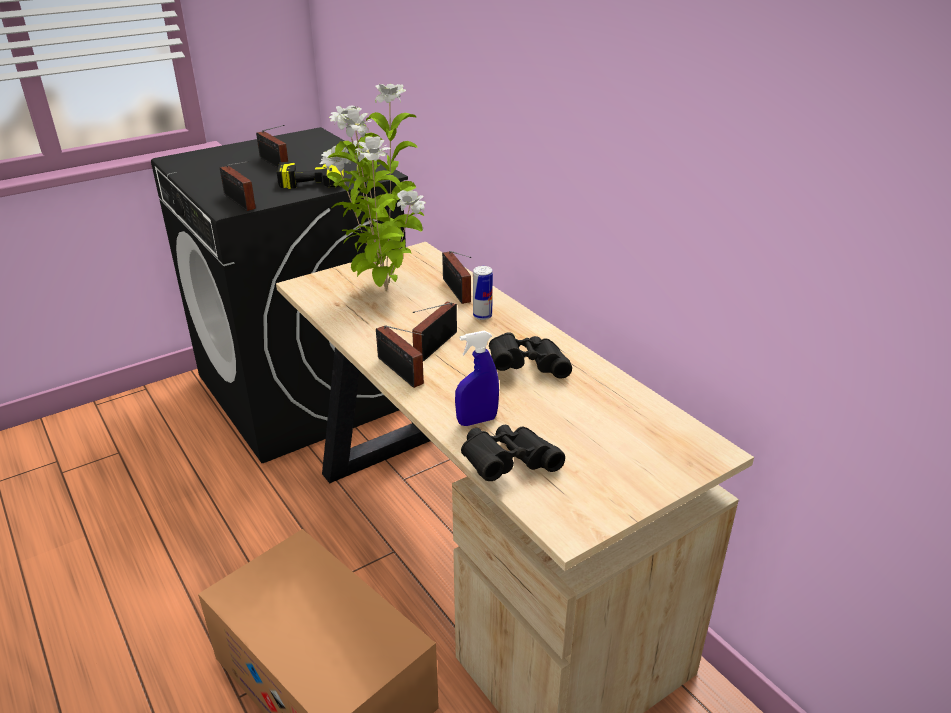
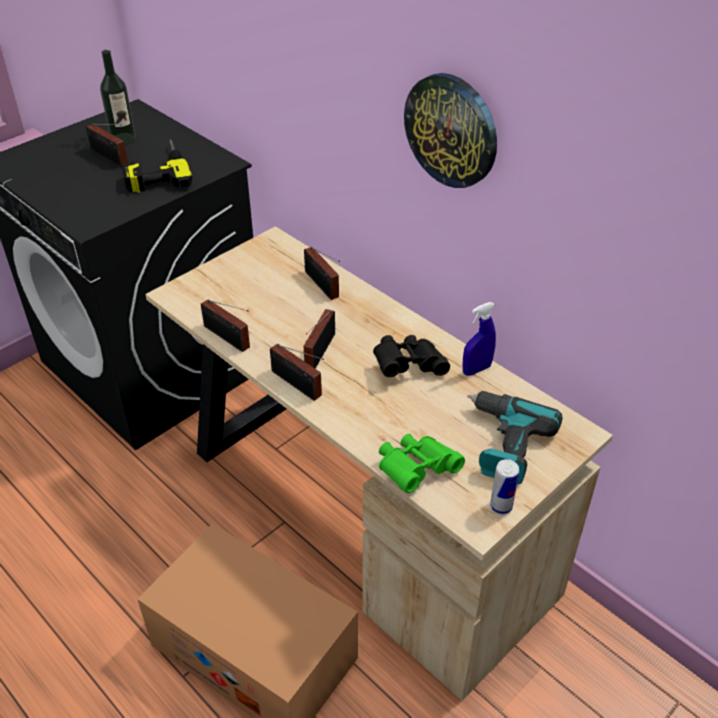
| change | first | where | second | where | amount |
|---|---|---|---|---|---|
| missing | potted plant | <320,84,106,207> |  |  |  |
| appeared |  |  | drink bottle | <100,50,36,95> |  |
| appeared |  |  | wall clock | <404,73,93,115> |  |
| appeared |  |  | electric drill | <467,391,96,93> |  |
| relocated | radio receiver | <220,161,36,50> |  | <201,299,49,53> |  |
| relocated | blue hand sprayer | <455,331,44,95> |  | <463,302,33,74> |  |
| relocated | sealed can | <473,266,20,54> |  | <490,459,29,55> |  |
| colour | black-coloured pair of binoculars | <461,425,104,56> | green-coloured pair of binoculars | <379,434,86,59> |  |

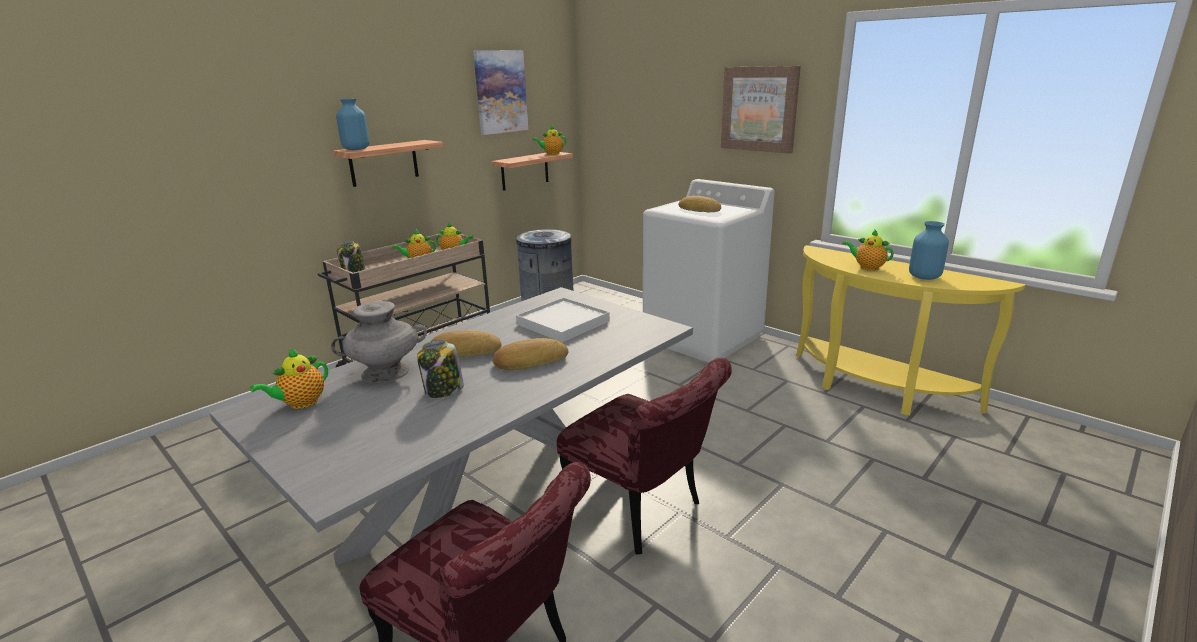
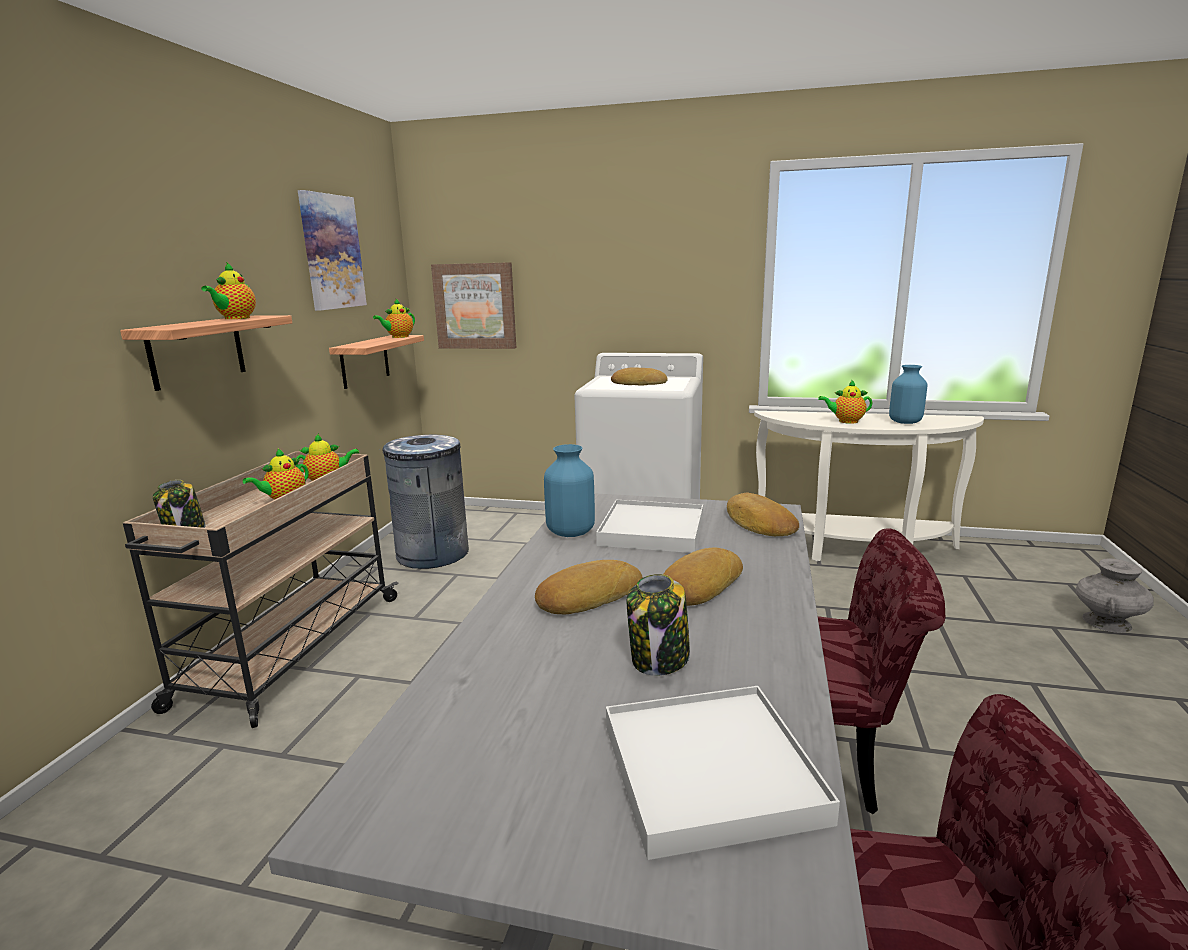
| change | first | where | second | where | amount |
|---|---|---|---|---|---|
| appeared |  |  | white serving tray | <606,686,234,174> |  |
| appeared |  |  | bakery bread | <727,493,72,43> |  |
| relocated | teapot | <250,348,78,61> |  | <201,262,55,57> |  |
| relocated | gray decorative vase | <331,301,96,82> |  | <1076,558,77,75> |  |
| relocated | blue decorative vase | <336,98,34,52> |  | <544,444,51,93> |  |
| relocated | wall art | <721,66,80,88> |  | <431,262,85,87> |  |
| colour | yellow console table | <796,245,230,171> | white console table | <754,411,230,150> |  |

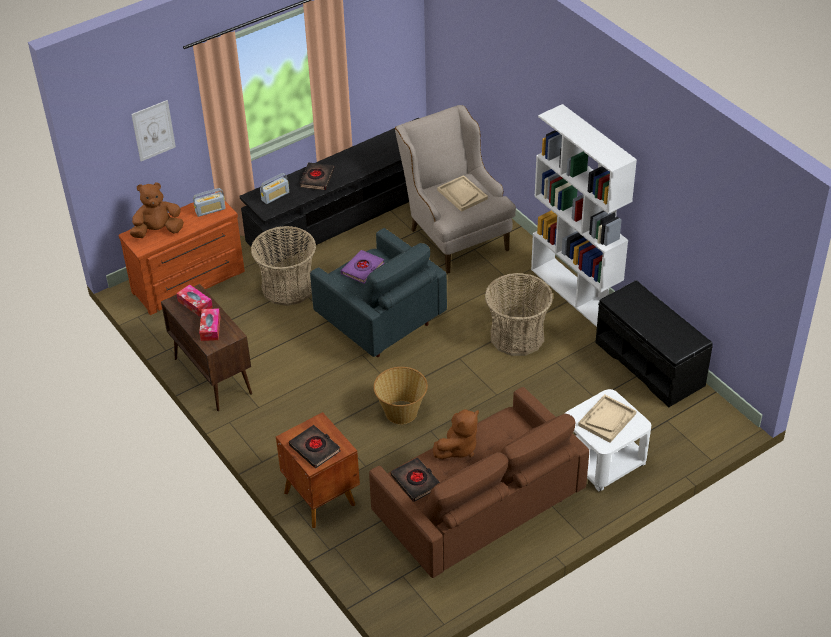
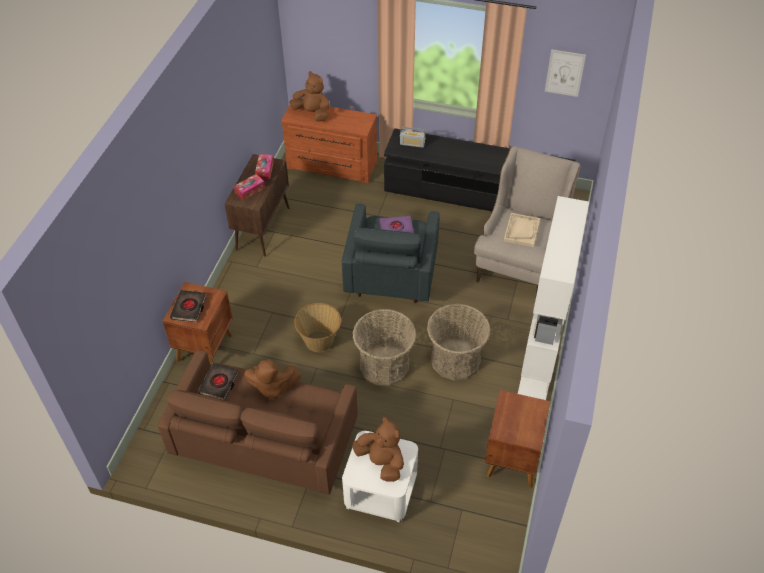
| change | first | where | second | where | amount |
|---|---|---|---|---|---|
| missing | radio receiver | <193,188,33,29> |  |  |  |
| missing | black-coloured book | <300,162,34,28> |  |  |  |
| relocated | wall art | <131,100,45,61> |  | <545,49,41,48> |  |
| relocated | storage basket | <251,226,65,80> |  | <353,309,63,77> |  |
| exchanged | sand-coloured serving tray | <578,395,58,48> | brownish soft toy | <353,417,51,65> |  |
| exchanged | black-coloured bench | <595,280,118,127> | brownish nightstand | <485,390,66,98> |  |

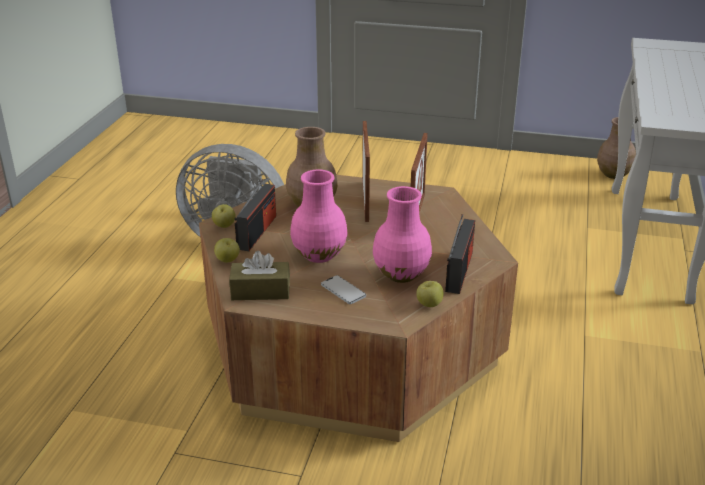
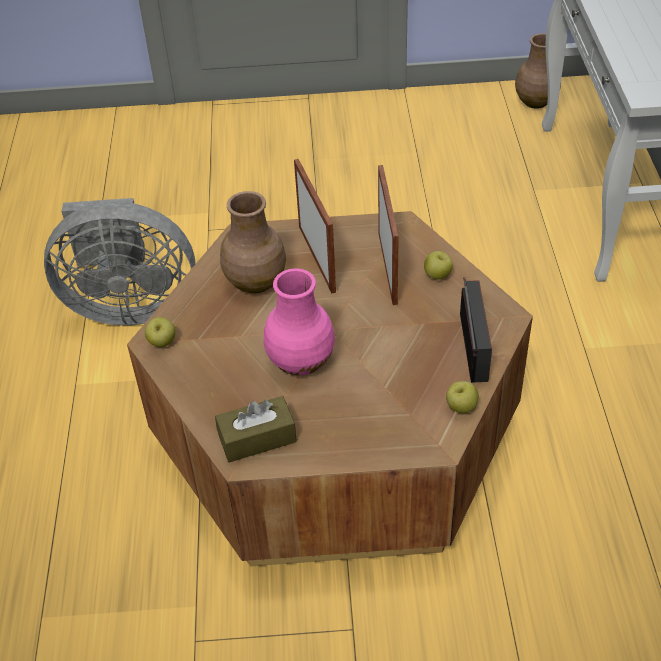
| change | first | where | second | where | amount |
|---|---|---|---|---|---|
| missing | radio receiver | <235,179,41,72> |  |  |  |
| missing | phone | <321,275,45,29> |  |  |  |
| missing | pink-coloured decorative vase | <373,186,59,97> |  |  |  |
| relocated | whole apple | <214,238,26,25> |  | <424,251,29,29> |  |

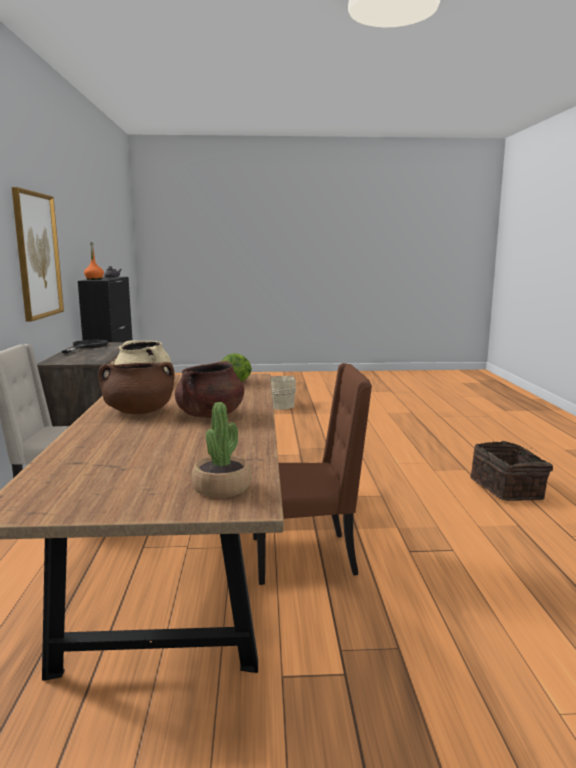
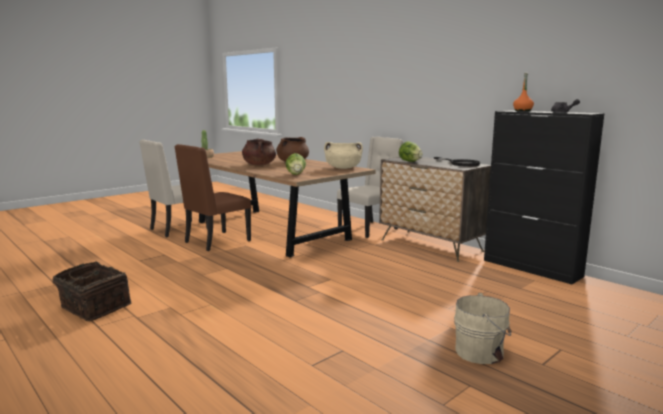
| change | first | where | second | where | amount |
|---|---|---|---|---|---|
| missing | wall art | <12,187,52,135> |  |  |  |
| appeared |  |  | sand-coloured chair | <139,139,69,98> |  |
| appeared |  |  | lettuce head | <399,141,24,21> |  |

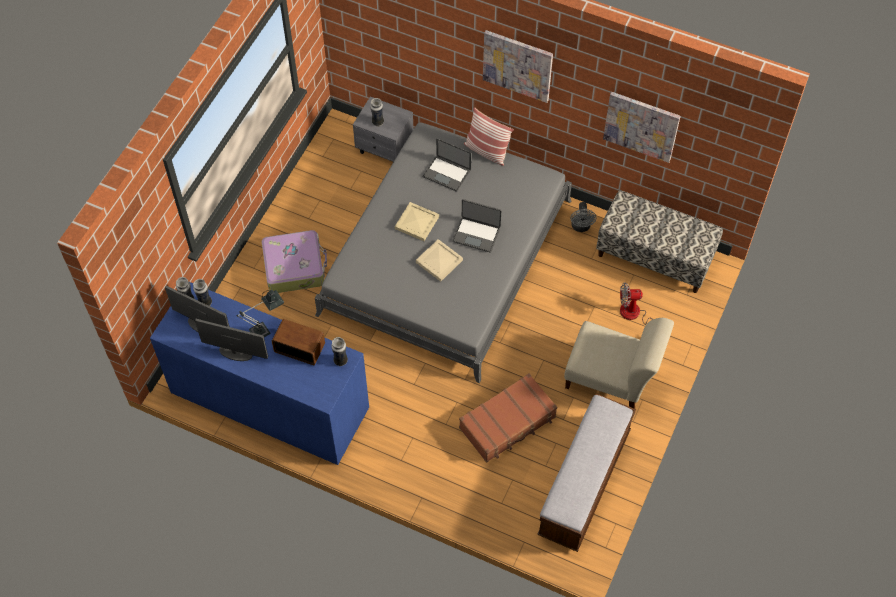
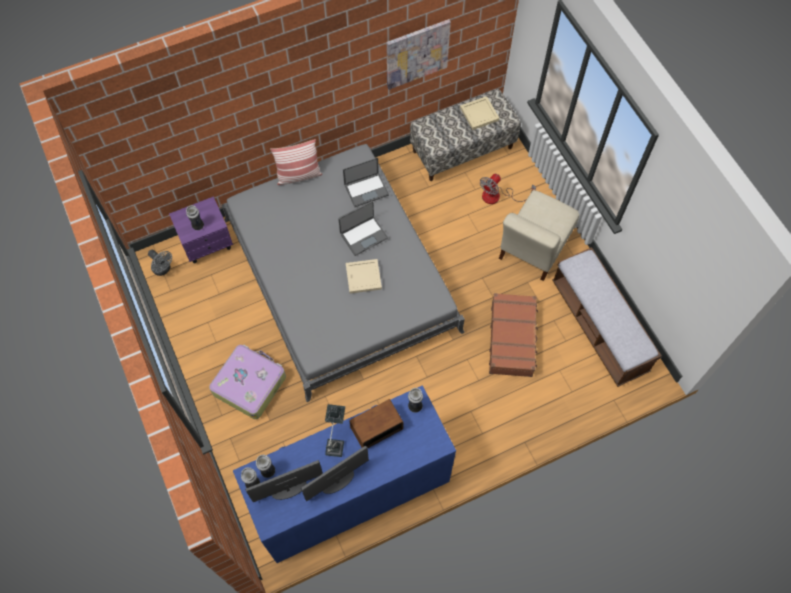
| change | first | where | second | where | amount |
|---|---|---|---|---|---|
| missing | wall art | <483,30,70,73> |  |  |  |
| relocated | sand-coloured serving tray | <395,202,44,39> |  | <460,96,40,34> |  |
| relocated | portable computer | <423,138,48,54> |  | <343,158,46,49> |  |
| relocated | gray cooling fan | <570,202,26,30> |  | <148,249,24,27> |  |
| colour | gray nightstand | <353,96,60,66> | purple-coloured nightstand | <169,196,64,67> |  |
| spun | sand-coloured chair | <564,318,110,91> |  | <499,190,80,91> | 150 degrees clockwise |

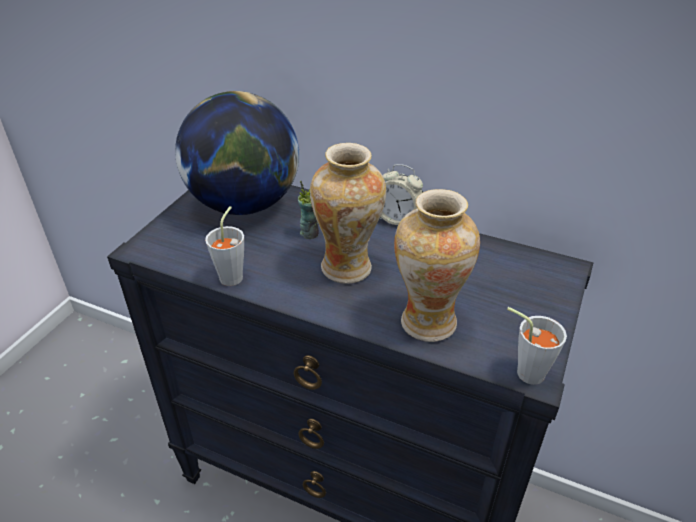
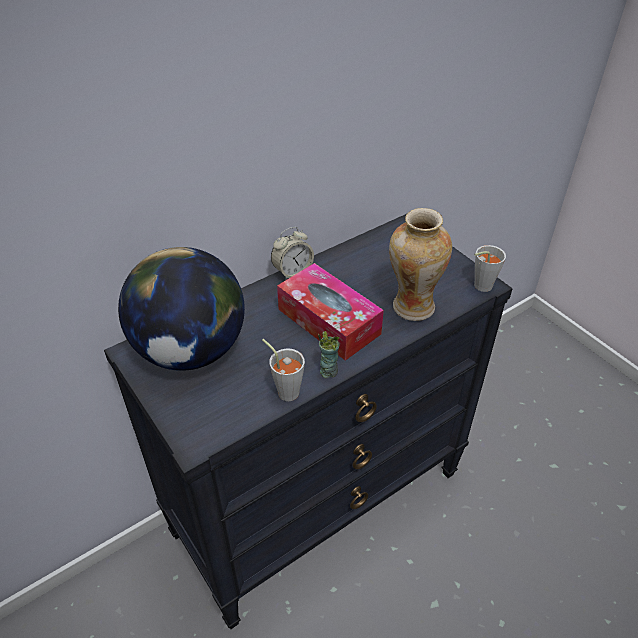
| change | first | where | second | where | amount |
|---|---|---|---|---|---|
| relocated | drinking cup | <298,181,21,58> |  | <318,331,21,47> |  |
| exchanged | decorative vase | <310,143,76,140> | tissue box | <277,263,107,98> |  |

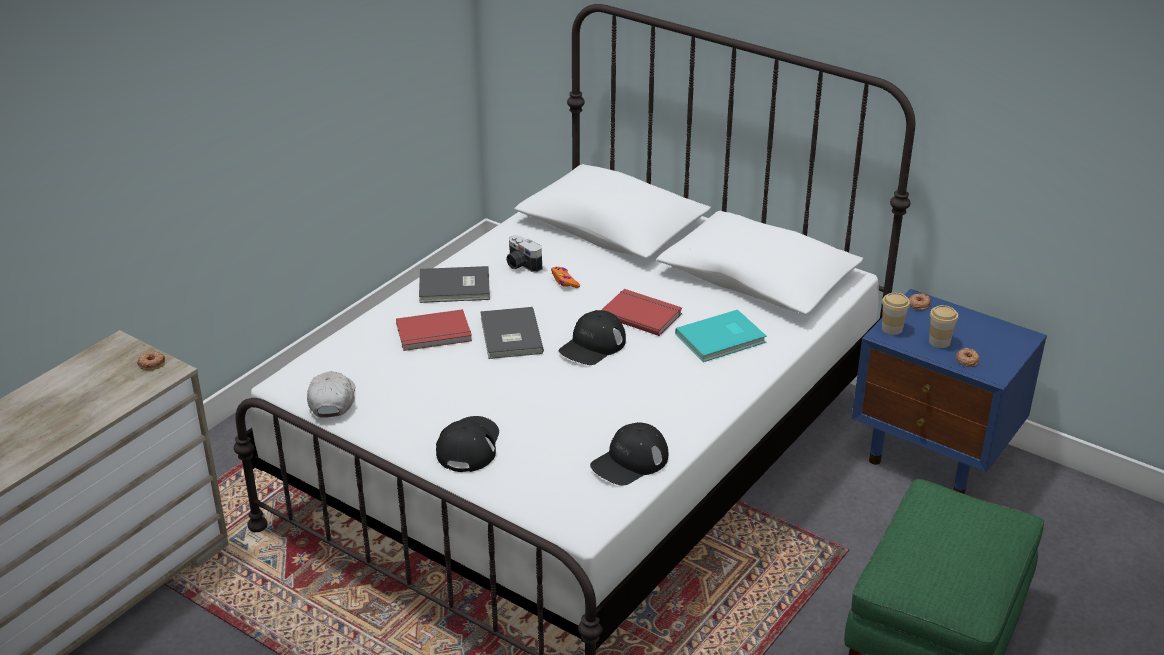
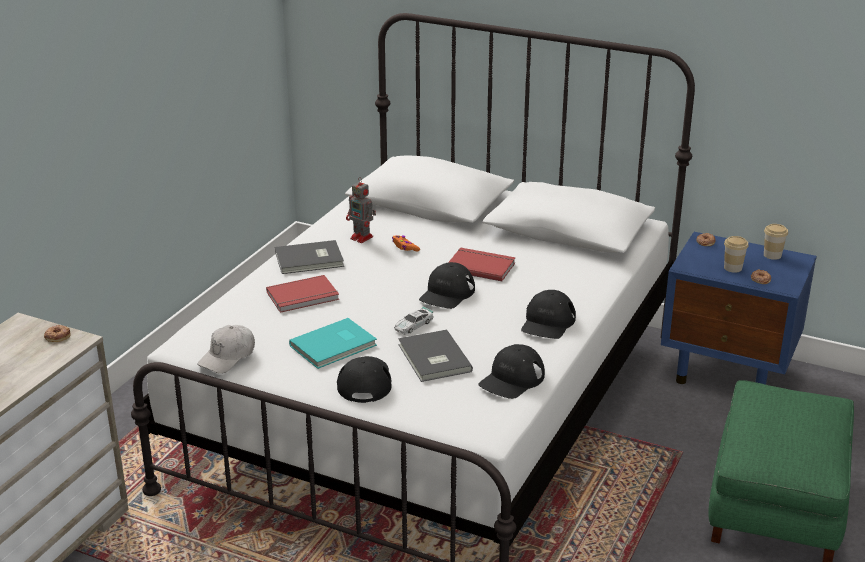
| change | first | where | second | where | amount |
|---|---|---|---|---|---|
| appeared |  |  | toy car | <394,306,40,29> |  |
| appeared |  |  | black-coloured baseball cap | <521,290,55,49> |  |
| relocated | gray book | <480,307,64,52> |  | <398,330,75,52> |  |
| relocated | turquoise book | <675,310,92,52> |  | <289,318,88,51> |  |
| relocated | drinking cup | <882,293,28,42> |  | <764,224,24,36> |  |
| exchanged | photo camera | <506,235,36,37> | model robot | <346,177,30,66> |  |
| spun | white baseball cap | <307,371,48,47> |  | <197,325,58,49> | 135 degrees counterclockwise |

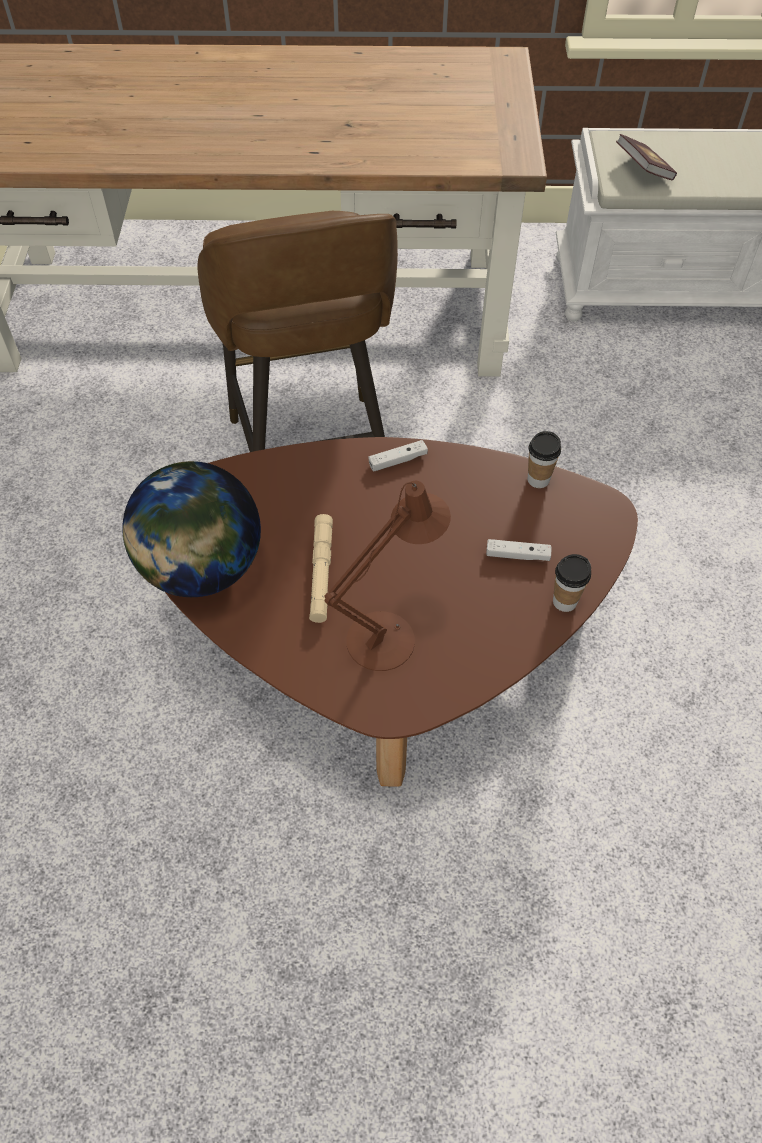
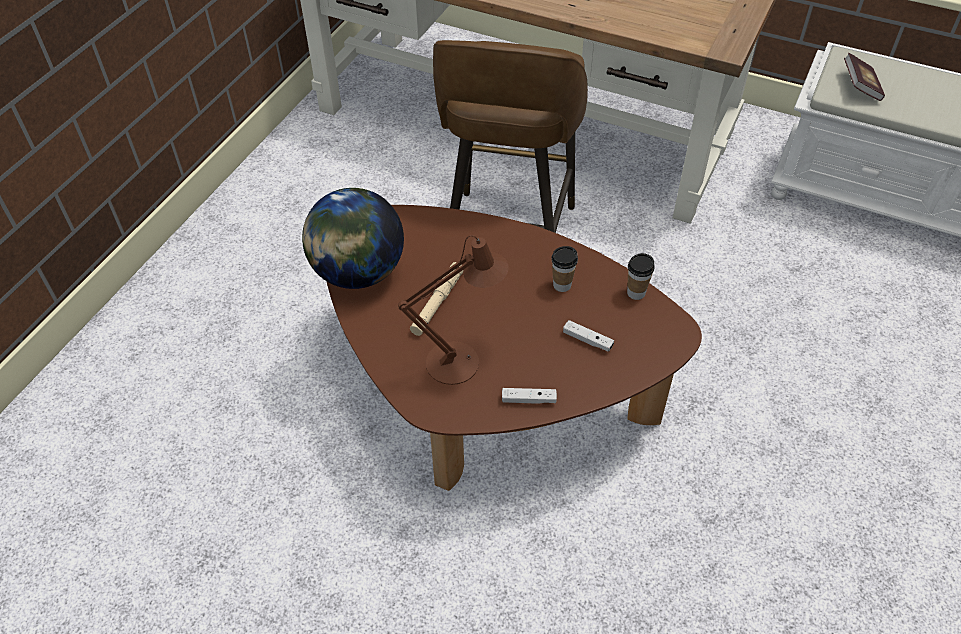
| change | first | where | second | where | amount |
|---|---|---|---|---|---|
| relocated | white joypad | <368,440,60,32> |  | <502,388,55,16> |  |
| relocated | drinking cup | <553,554,38,58> |  | <551,246,27,46> |  |

